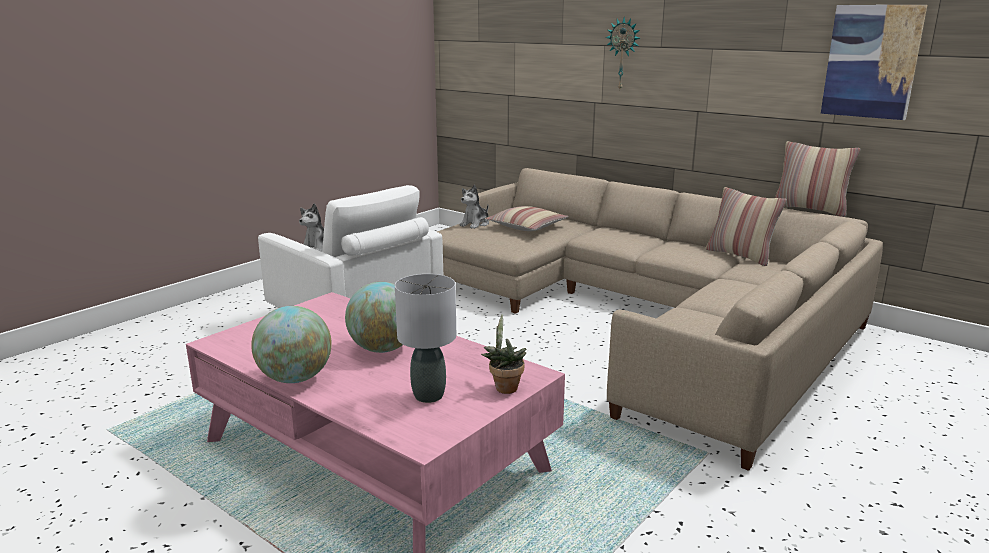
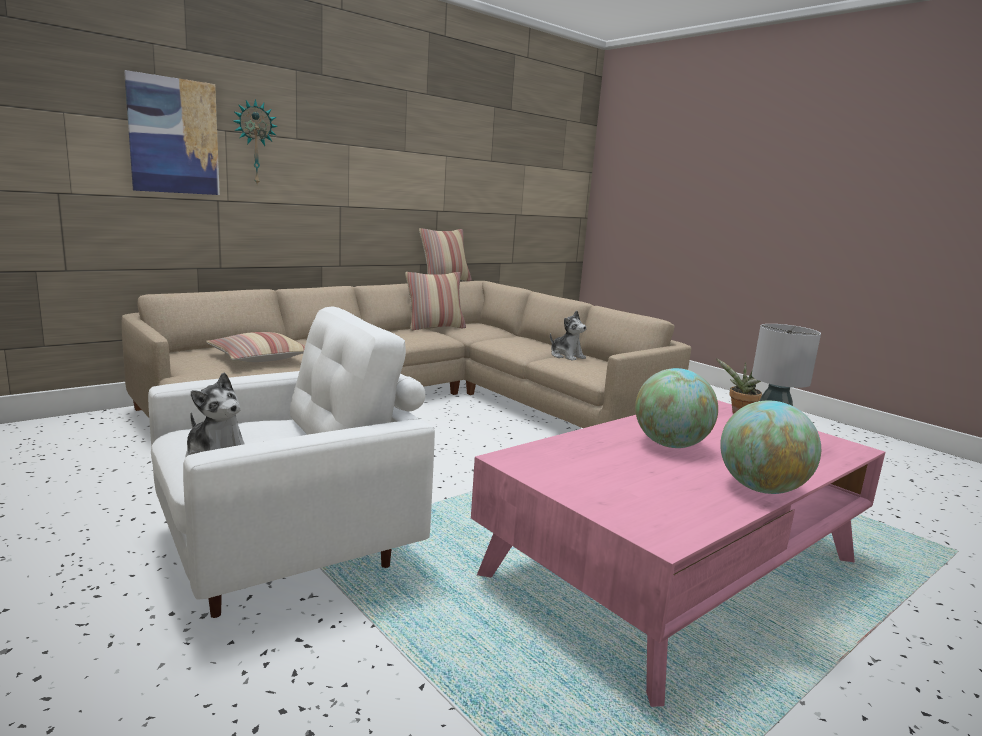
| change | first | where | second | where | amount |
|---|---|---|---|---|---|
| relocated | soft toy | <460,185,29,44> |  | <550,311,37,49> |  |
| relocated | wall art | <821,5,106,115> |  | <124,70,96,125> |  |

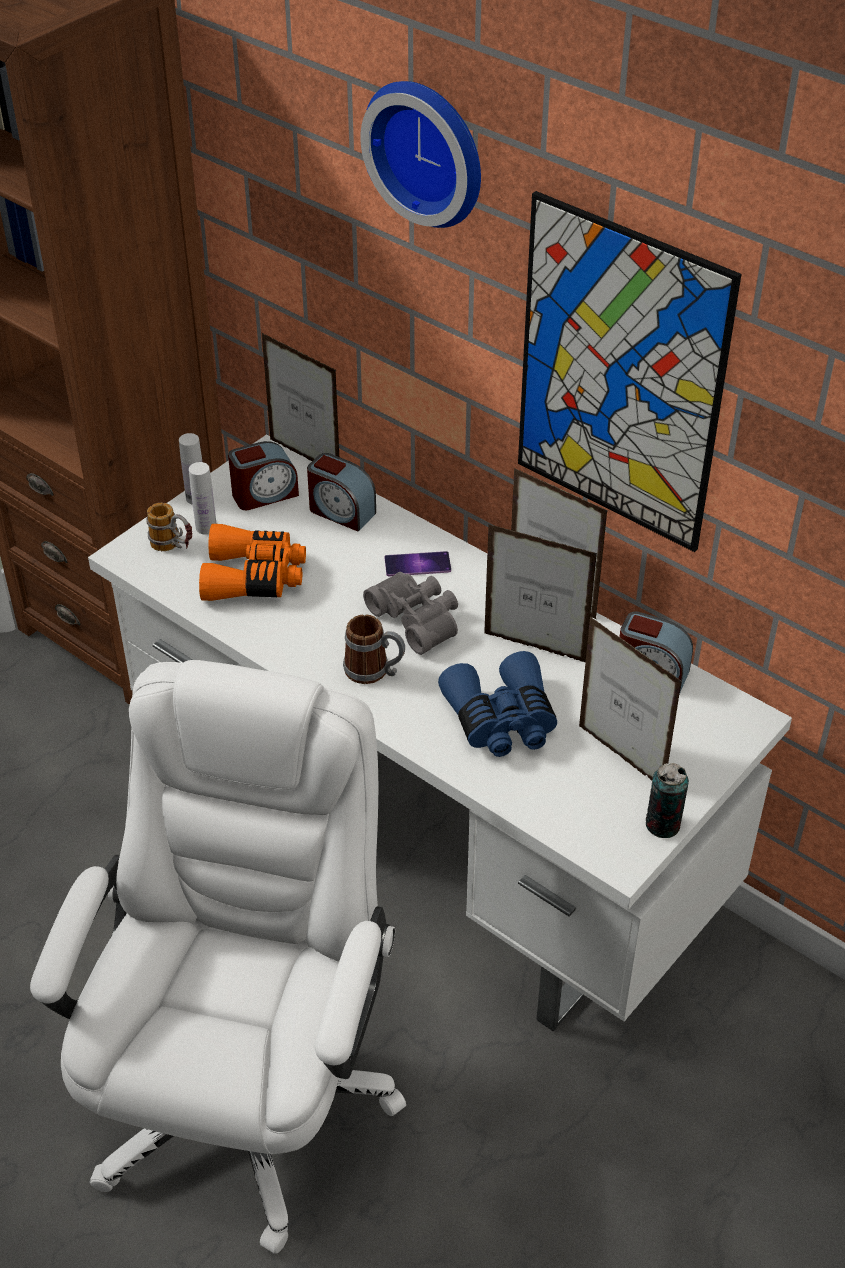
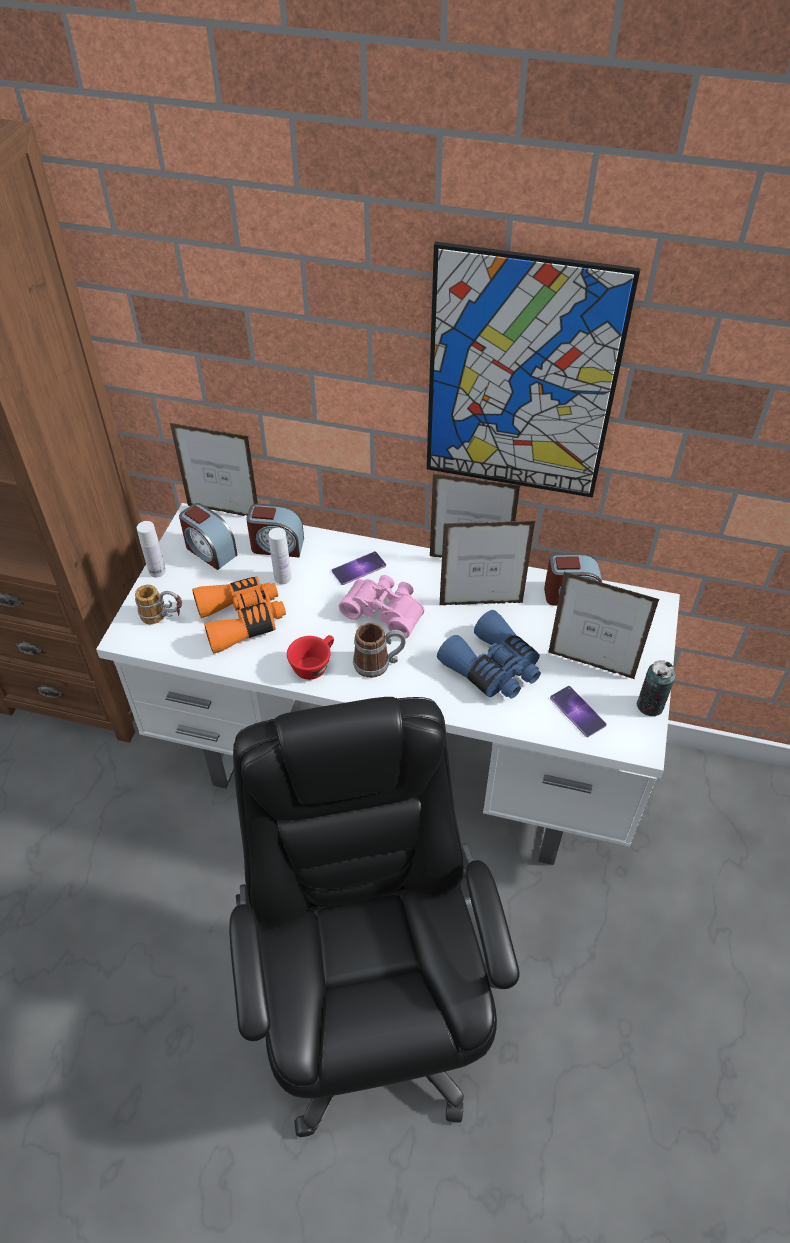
| change | first | where | second | where | amount |
|---|---|---|---|---|---|
| missing | wall clock | <360,81,121,147> |  |  |  |
| appeared |  |  | red-coloured drinking cup | <287,635,47,45> |  |
| appeared |  |  | phone | <550,686,57,51> |  |
| relocated | white drink bottle | <189,462,27,73> |  | <269,528,22,56> |  |
| colour | white desk chair | <30,660,376,594> | black-coloured desk chair | <229,697,291,440> |  |
| colour | gray pair of binoculars | <363,572,95,83> | pink-coloured pair of binoculars | <339,575,86,63> |  |
| spun | alarm clock | <228,441,71,69> |  | <179,503,58,67> | 90 degrees clockwise |

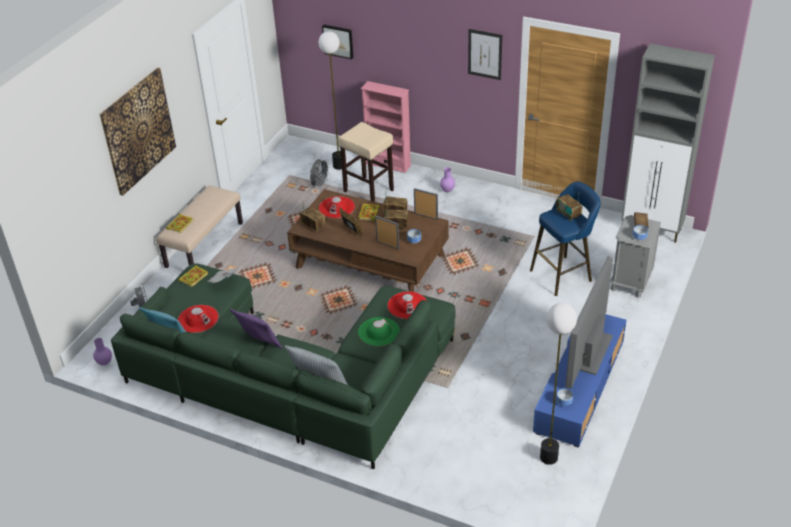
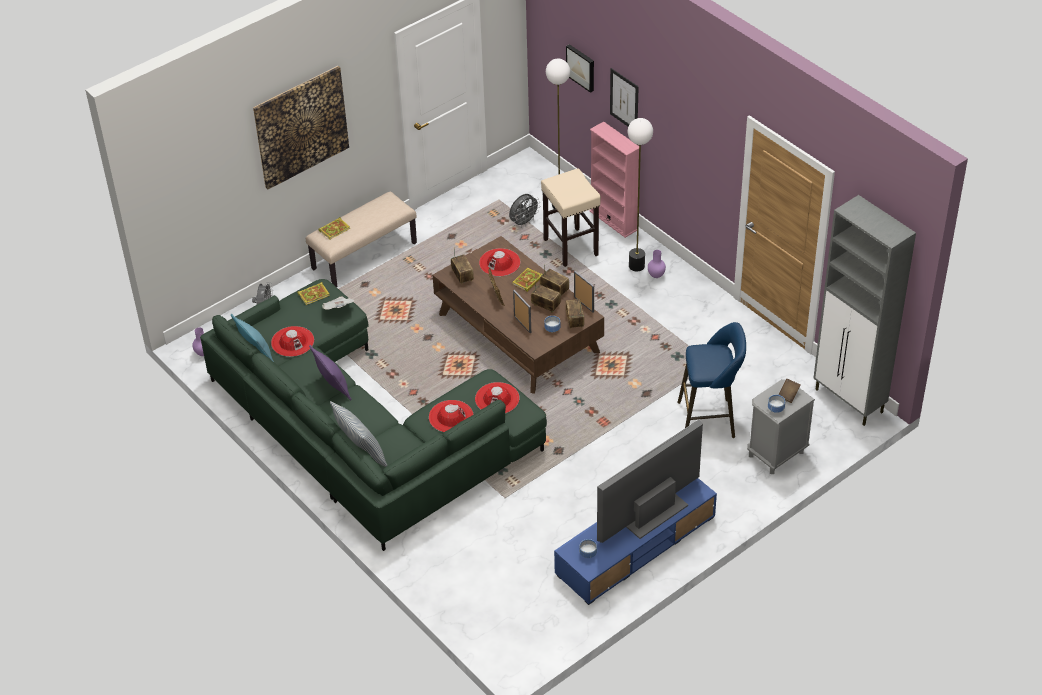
| change | first | where | second | where | amount |
|---|---|---|---|---|---|
| relocated | wall art | <468,29,34,51> |  | <610,68,29,58> |  |
| relocated | standing lamp | <540,303,37,162> |  | <628,118,25,154> |  |
| relocated | radio receiver | <556,194,26,27> |  | <566,299,18,30> |  |
| colour | green-coloured wearable hat | <358,317,42,29> | red-coloured wearable hat | <429,400,45,32> |  |

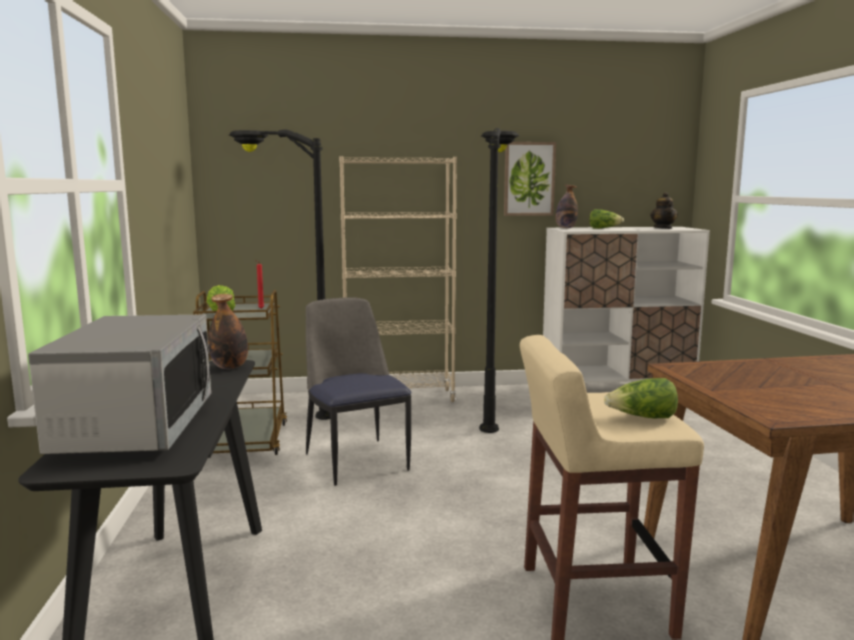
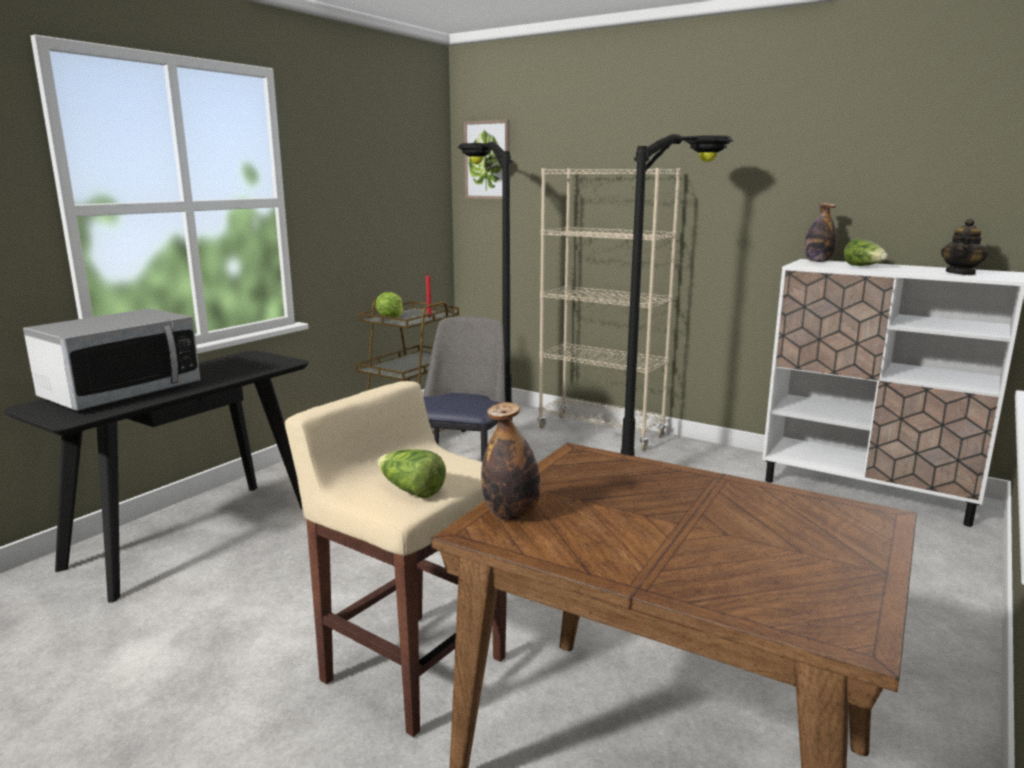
| change | first | where | second | where | amount |
|---|---|---|---|---|---|
| relocated | drink bottle | <208,294,40,75> |  | <481,402,60,118> |  |
| relocated | wall art | <504,142,52,74> |  | <464,120,46,79> |  |

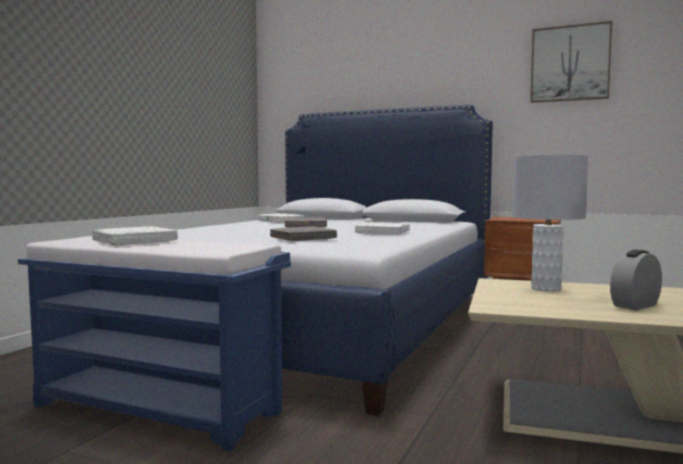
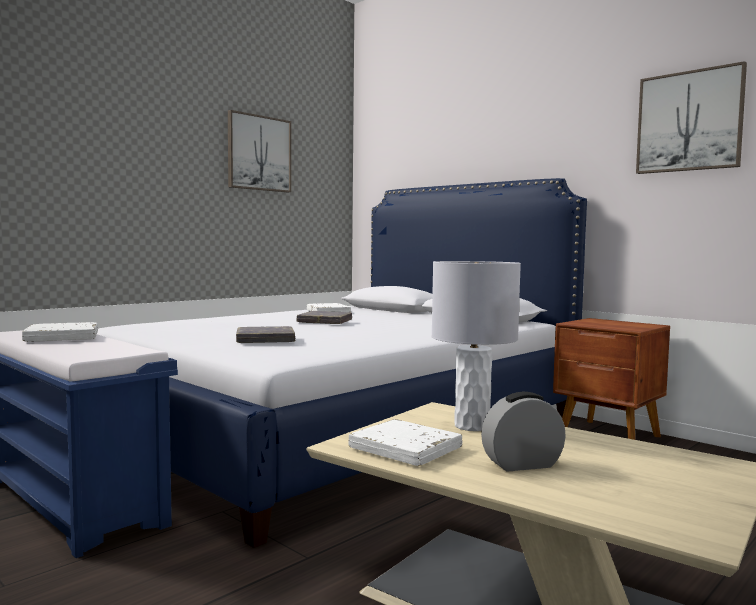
| change | first | where | second | where | amount |
|---|---|---|---|---|---|
| appeared |  |  | wall art | <228,110,63,82> |  |
| relocated | white book | <355,222,55,13> |  | <348,419,114,47> |  |

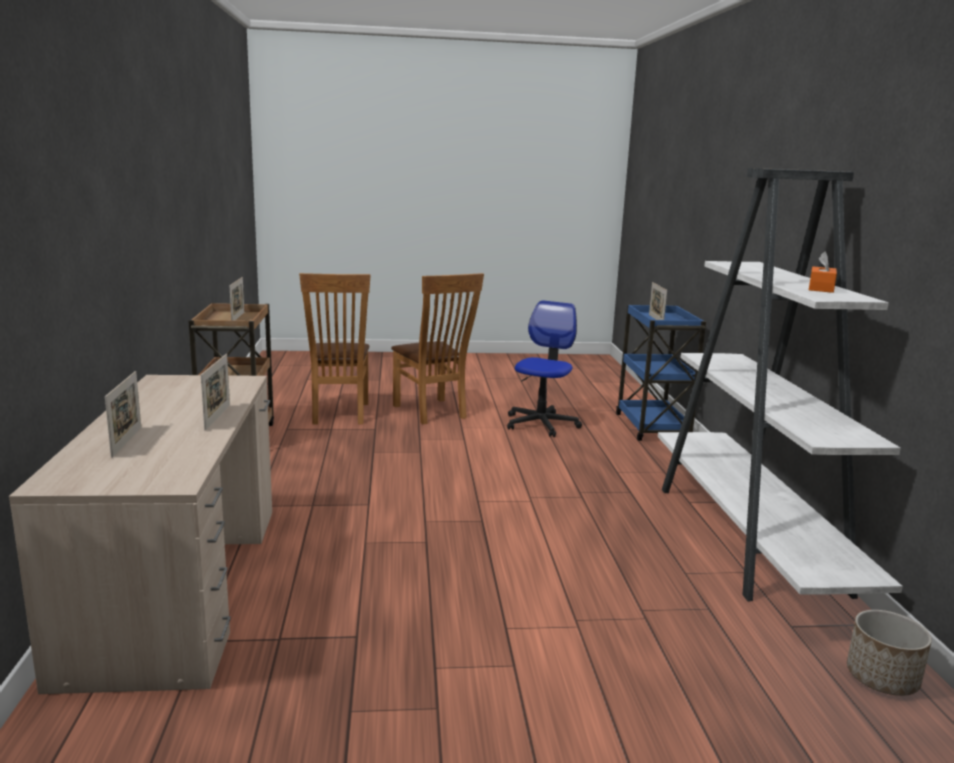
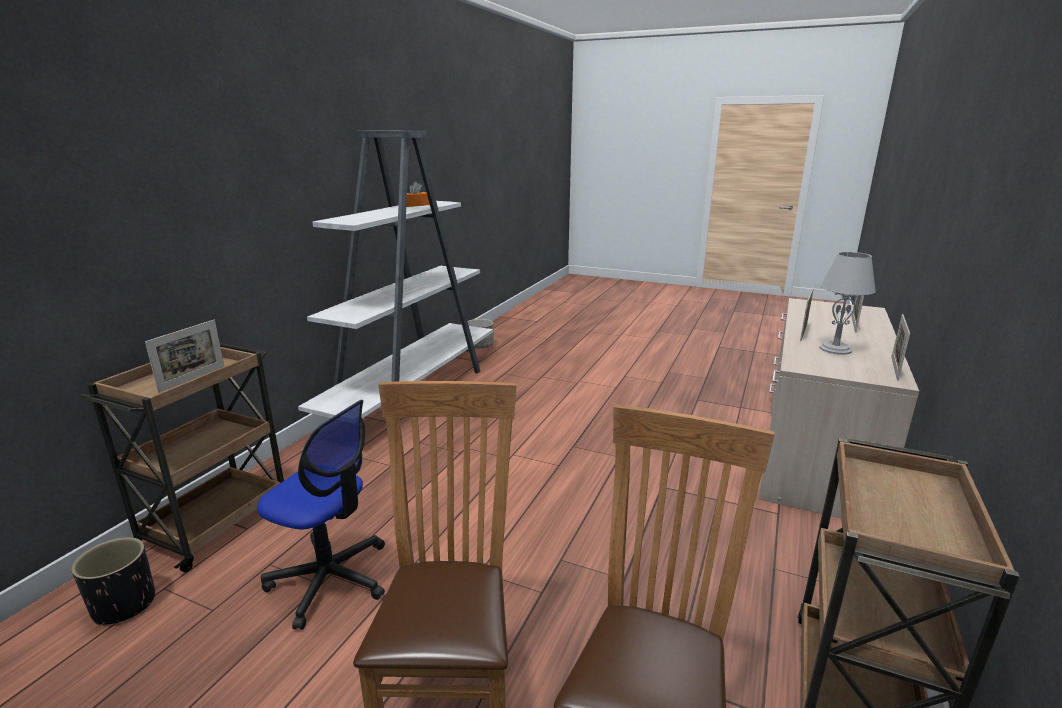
| change | first | where | second | where | amount |
|---|---|---|---|---|---|
| appeared |  |  | black-coloured flower pot | <71,537,84,89> |  |
| appeared |  |  | gray tabletop lamp | <819,252,57,103> |  |
| relocated | photo frame | <229,277,15,43> |  | <891,314,19,67> |  |
| colour | blue trolley | <616,304,90,137> | brownish trolley | <79,343,205,230> |  |
| spun | desk chair | <507,300,75,137> |  | <257,400,128,230> | 120 degrees counterclockwise |

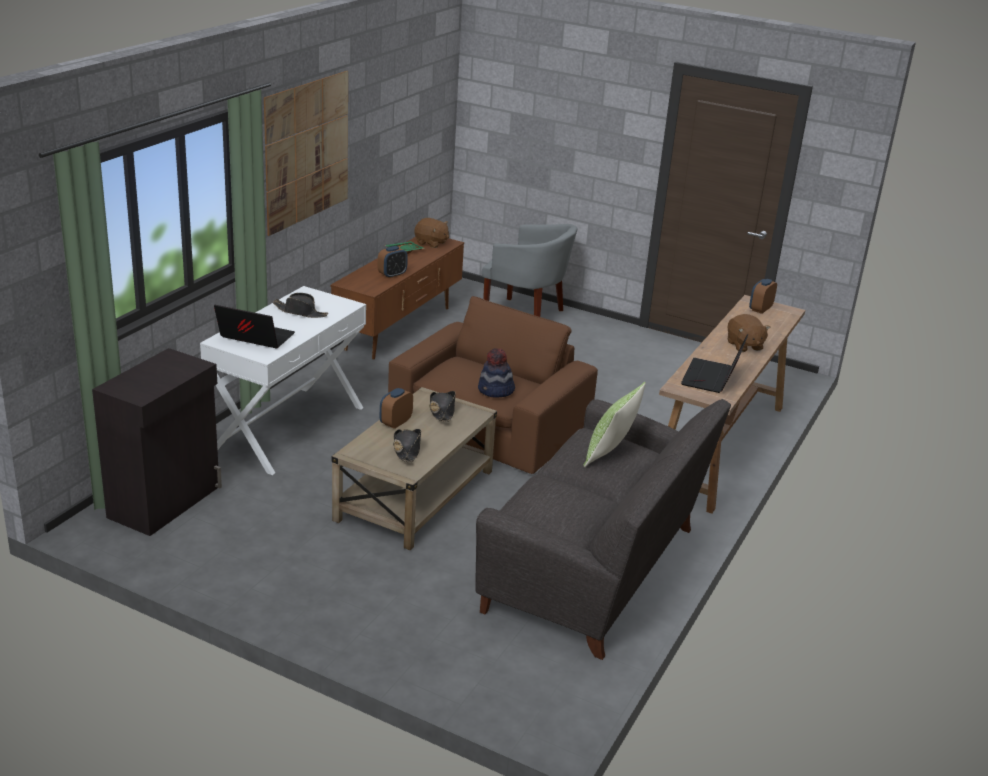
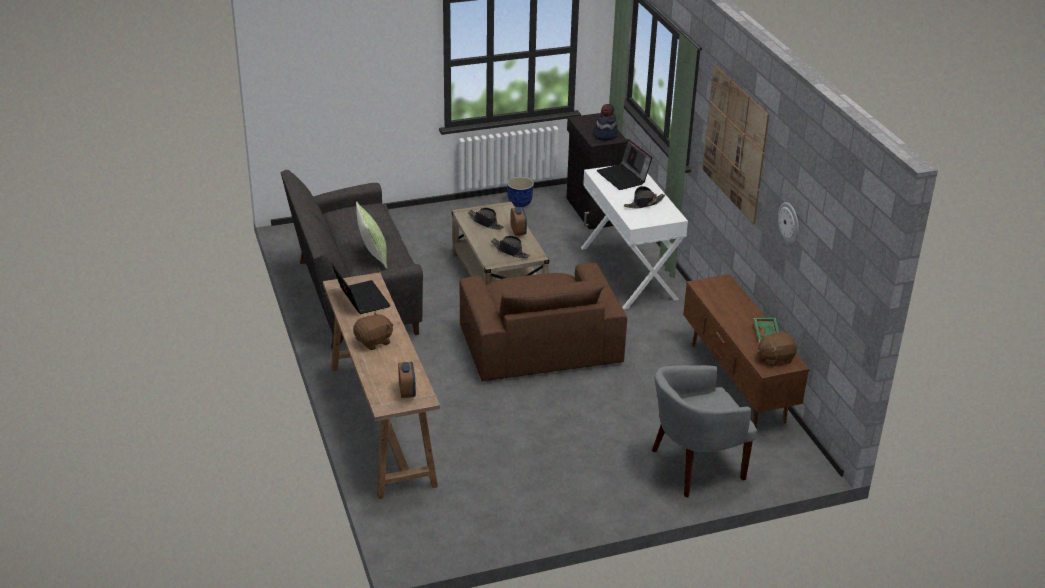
| change | first | where | second | where | amount |
|---|---|---|---|---|---|
| missing | alarm clock | <378,246,30,32> |  |  |  |
| appeared |  |  | flower pot | <507,177,27,30> |  |
| appeared |  |  | wall clock | <778,202,21,42> |  |
| relocated | wearable hat | <478,348,37,49> |  | <594,104,24,36> |  |
| spun | portable computer | <214,305,81,43> |  | <597,139,55,51> | 90 degrees clockwise |
| spun | brownish soft toy | <727,314,43,38> |  | <353,312,40,38> | 120 degrees clockwise |

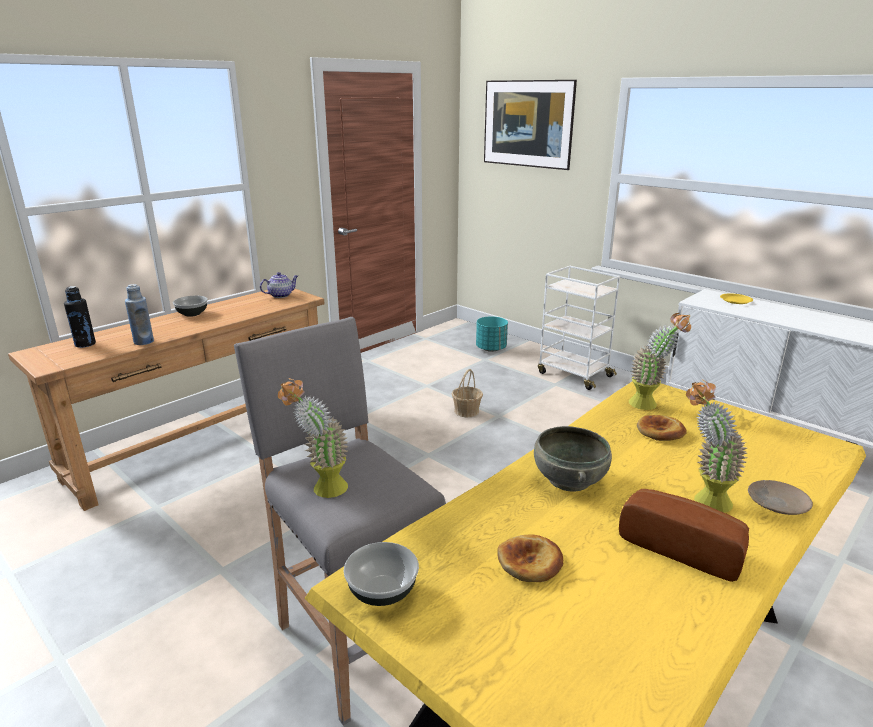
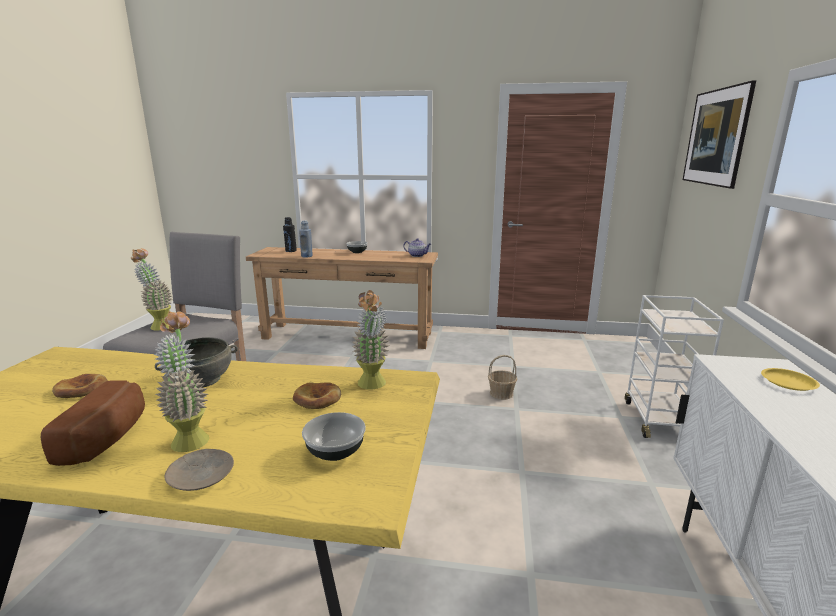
| change | first | where | second | where | amount |
|---|---|---|---|---|---|
| missing | turquoise flower pot | <476,316,32,36> |  |  |  |
| relocated | deep dish | <344,542,75,64> |  | <302,412,64,49> |  |

